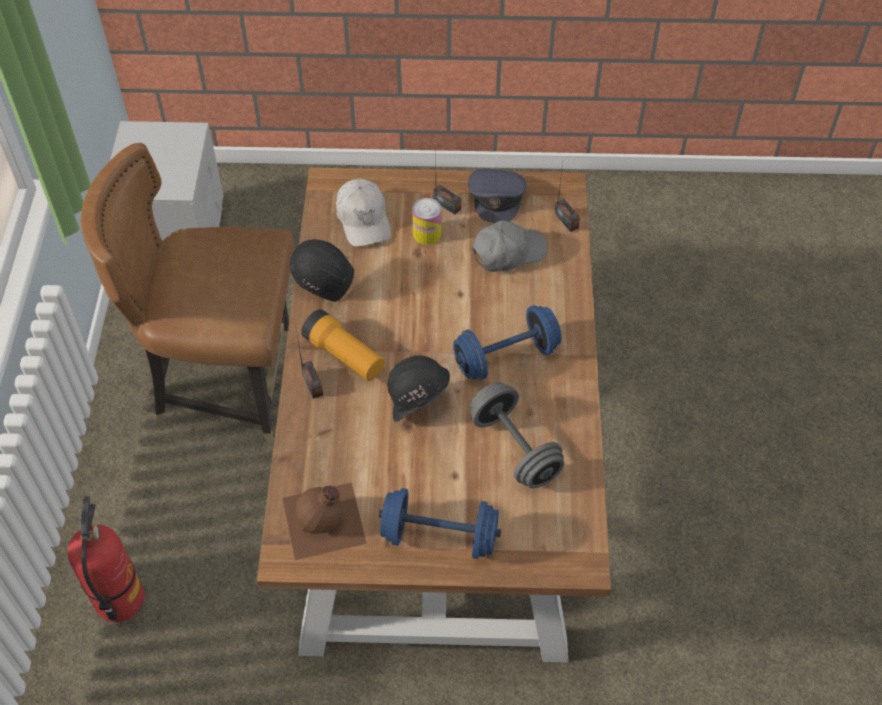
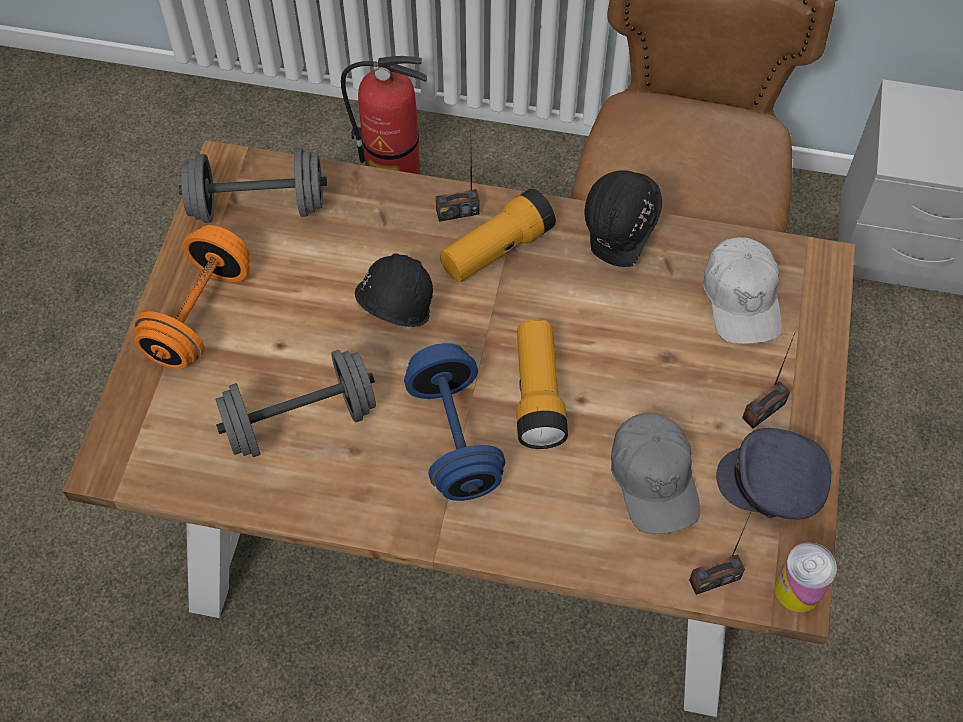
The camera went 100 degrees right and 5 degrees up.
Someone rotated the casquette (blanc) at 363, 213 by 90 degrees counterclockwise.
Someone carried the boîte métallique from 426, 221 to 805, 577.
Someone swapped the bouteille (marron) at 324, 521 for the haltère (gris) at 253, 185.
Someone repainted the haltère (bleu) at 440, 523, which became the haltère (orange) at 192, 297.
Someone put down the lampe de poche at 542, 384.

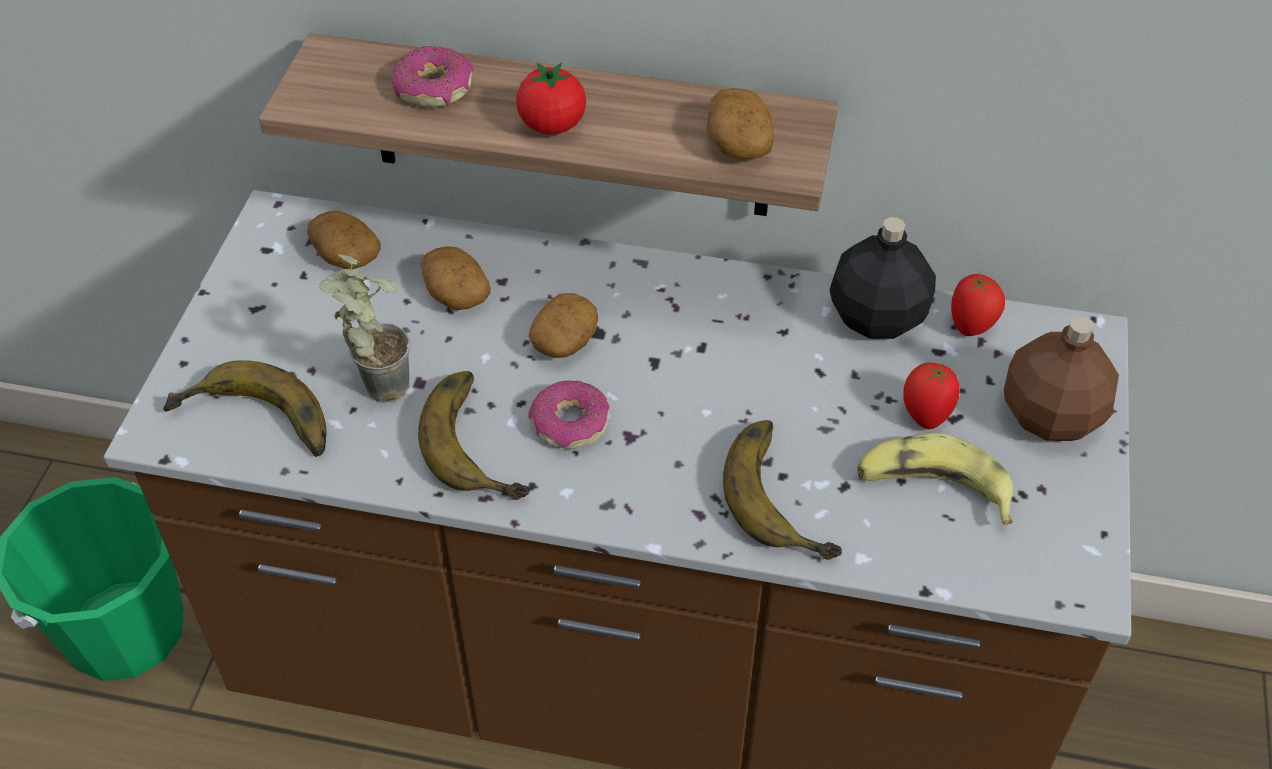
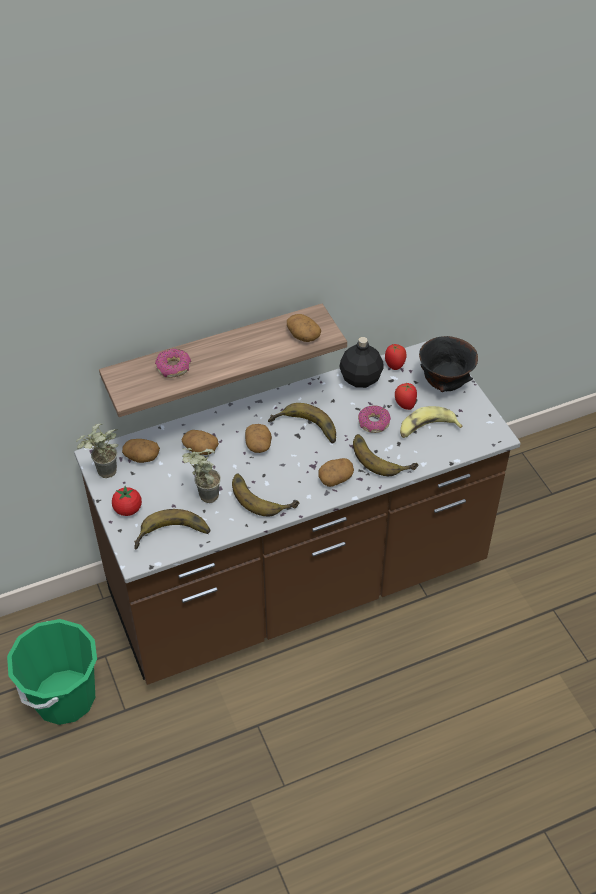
The camera went 35 degrees left and 0 degrees up.
Someone carried the tomate from 551, 98 to 127, 501.
Someone swapped the bouteille (marron) at 1061, 378 for the bol (noir) at 448, 364.
Someone carried the beignet from 568, 415 to 374, 419.
Someone put down the banane at 302, 423.
Someone put down the plante en pot at 97, 450.
Someone put down the pomme de terre at 336, 472.

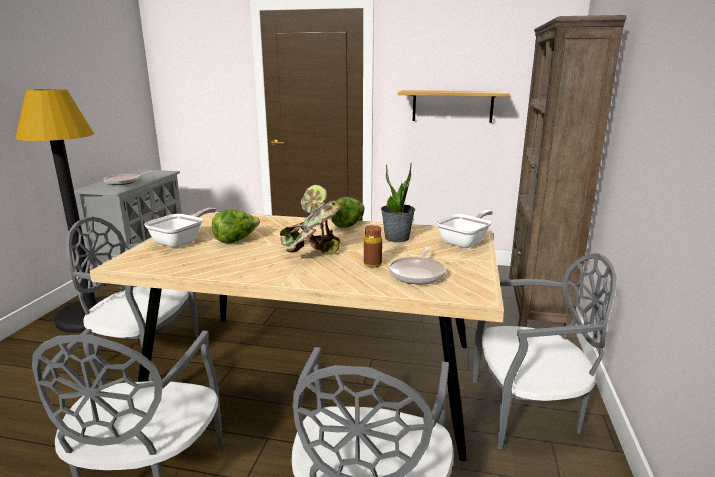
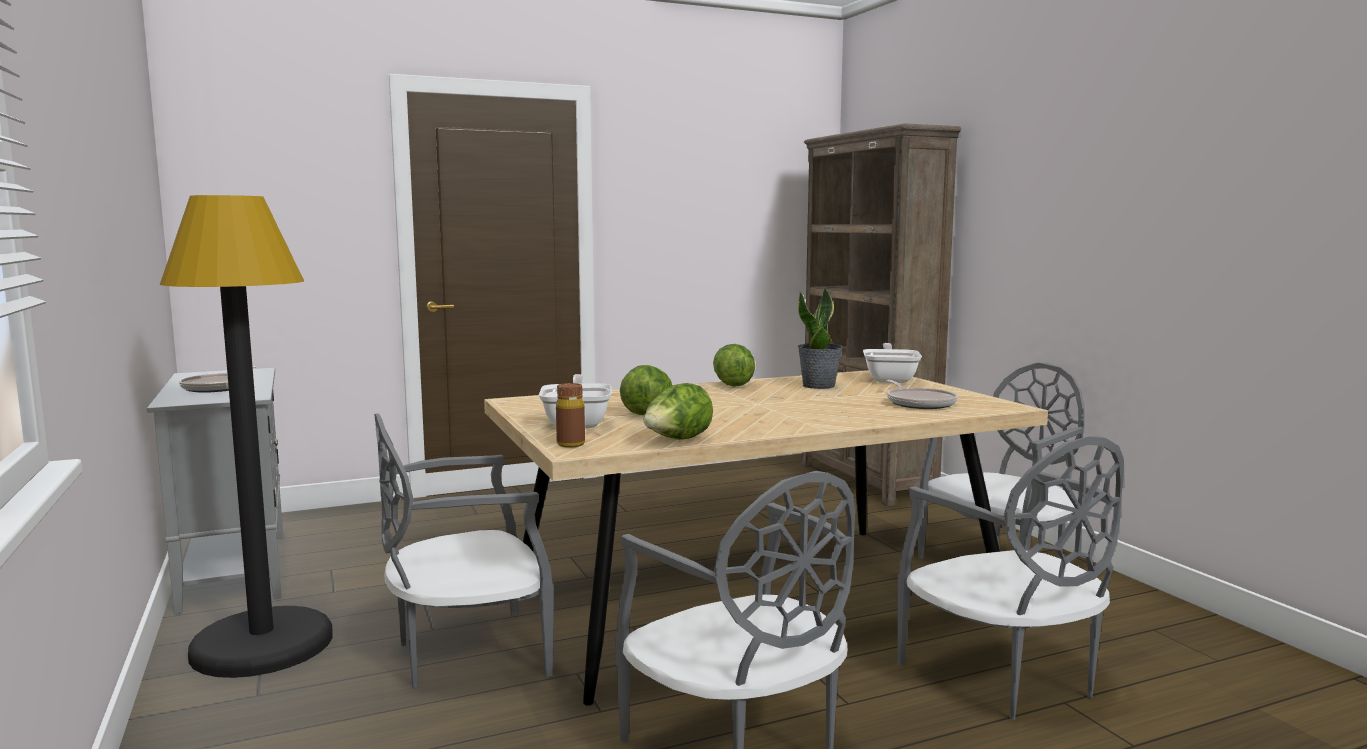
The camera went 35 degrees left and 10 degrees down.
Someone took away the étagère at 454, 106.
Someone took away the plante en pot at 310, 220.
Someone carried the bouteille (marron) from 373, 246 to 570, 415.
Someone put down the laitue at 678, 411.

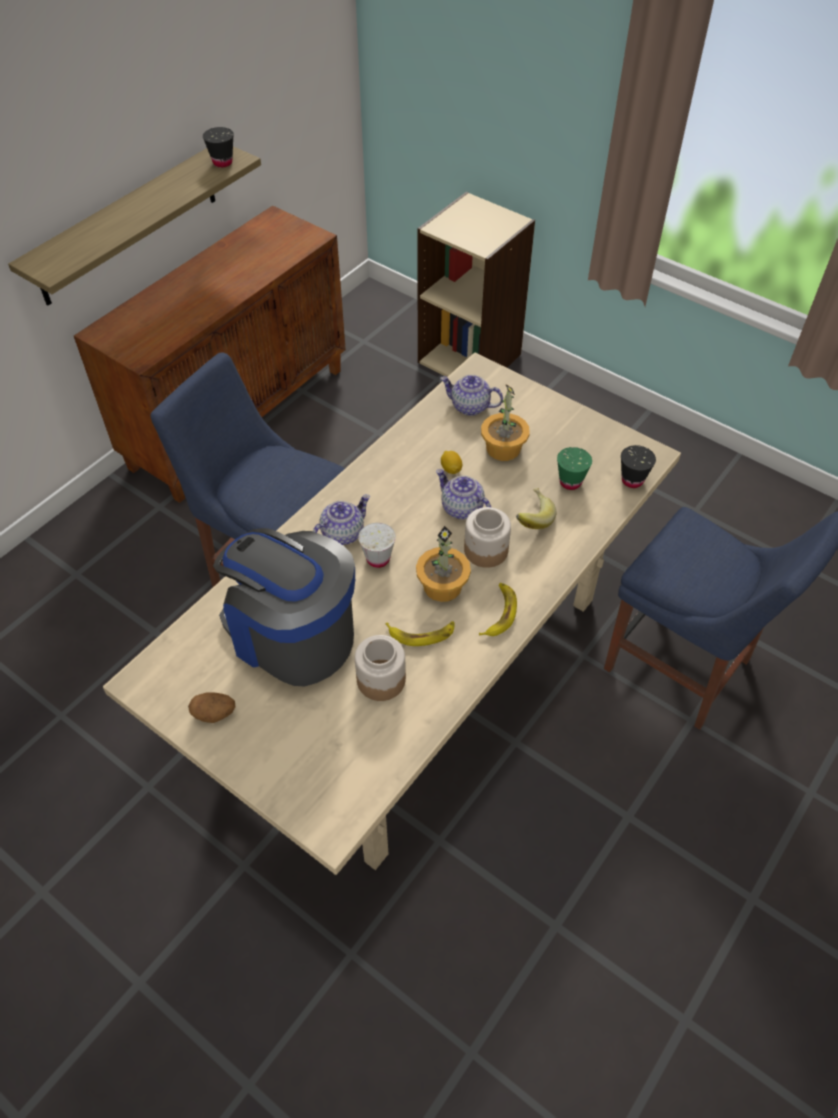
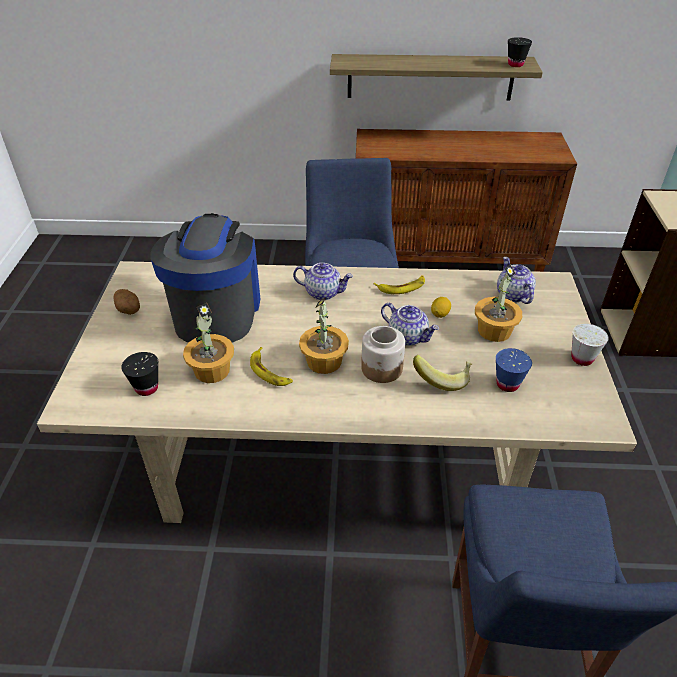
The camera went 55 degrees right and 10 degrees down.
Someone carried the tasse (noir) from 638, 466 to 139, 374.
Someone repainted the tasse (vert) at 574, 468, which became the tasse (bleu) at 514, 370.
Someone rotated the théière at 463, 494 by 120 degrees clockwise.
Someone carried the tasse (blanc) from 377, 545 to 590, 345.
Someone carried the banane from 498, 609 to 399, 284.
Someone swapped the bocal at 380, 668 for the plante en pot at 208, 343.

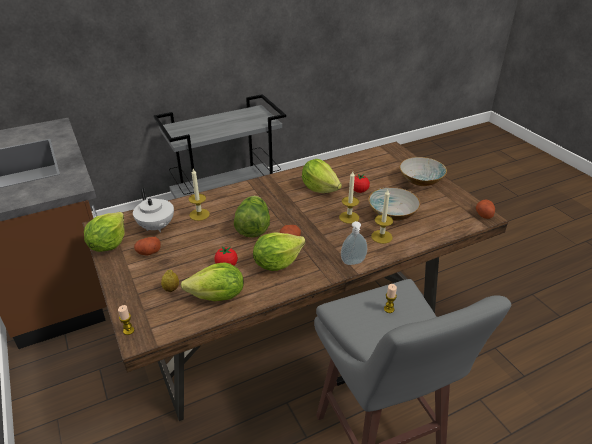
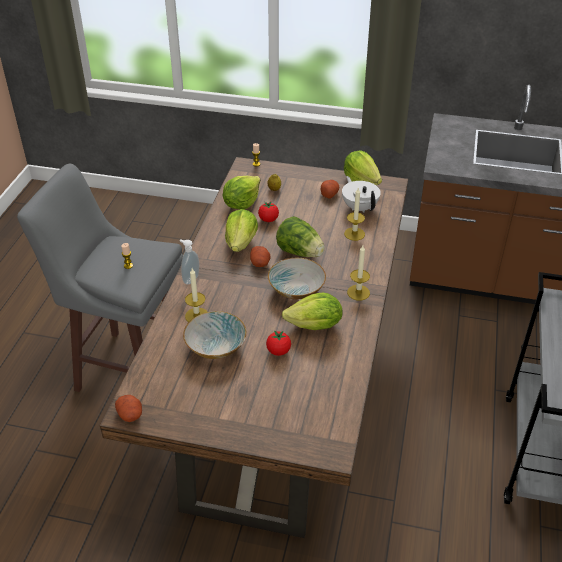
The camera went 130 degrees right and 5 degrees up.
Someone carried the bol from 423, 171 to 297, 278.
Someone carried the bougie from 349, 197 to 358, 272.
Someone rotated the théière (blanc) at 153, 210 by 60 degrees clockwise.

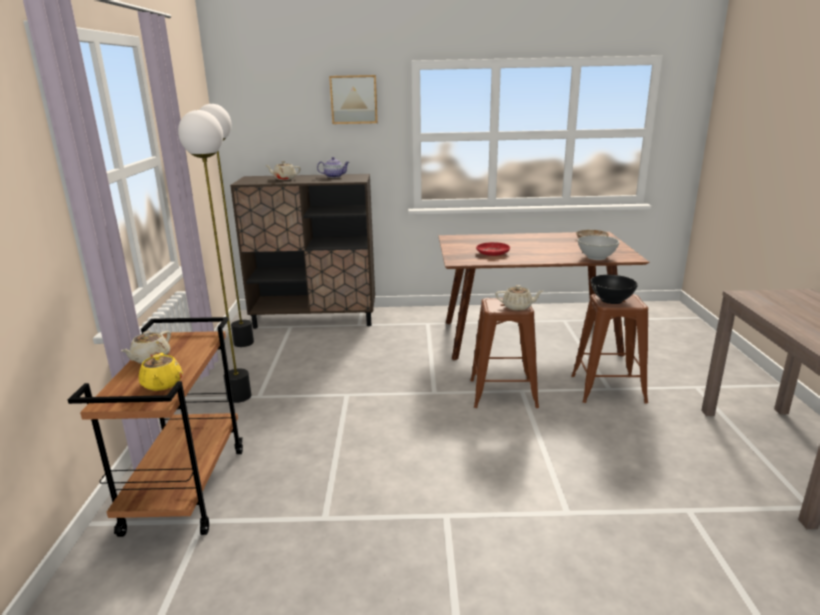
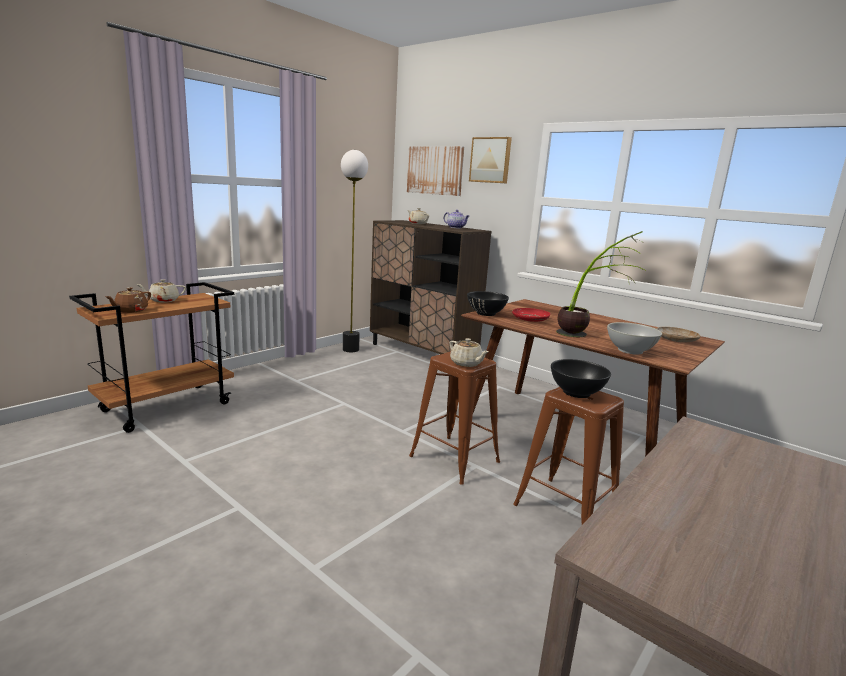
The camera went 40 degrees right and 5 degrees down.
Someone took away the lampadaire at 214, 256.
Someone repainted the théière (jaune) at 161, 372, which became the théière (marron) at 128, 300.
Someone put up the tableau at 435, 171.
Someone put down the plante en pot at 601, 284.
Someone put down the bol (noir) at 488, 303.

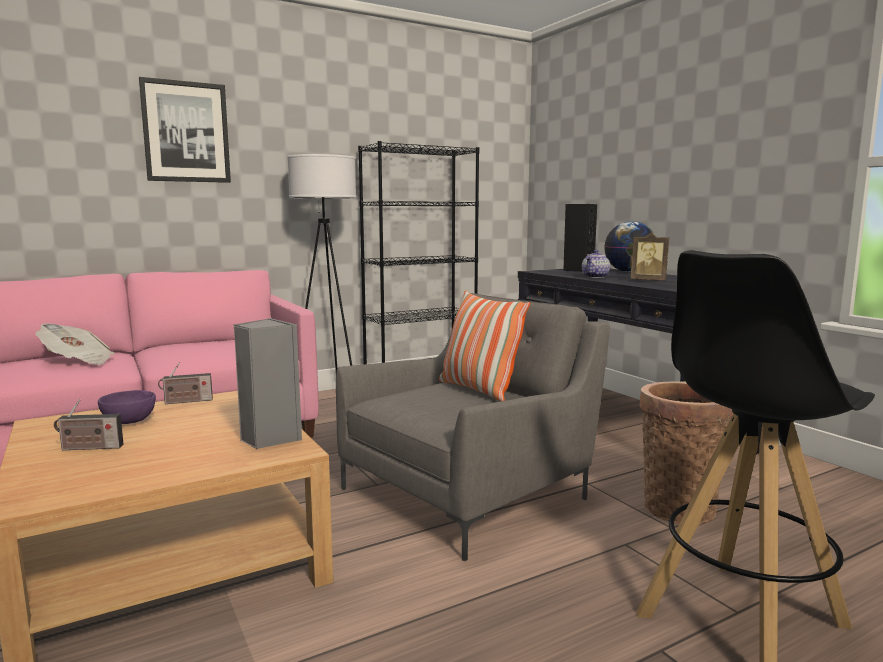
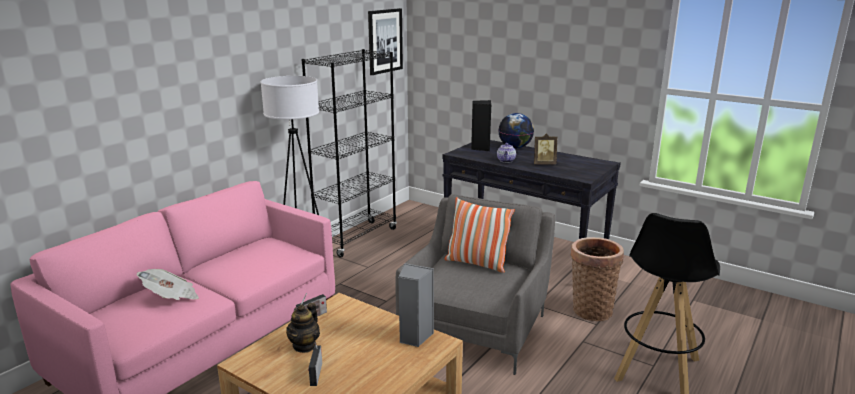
The camera went 25 degrees left and 10 degrees up.
Someone carried the tableau from 185, 130 to 385, 41.
Someone swapped the bol (violet) at 127, 407 for the théière at 303, 328.
Someone rotated the radio at 89, 424 by 120 degrees clockwise.

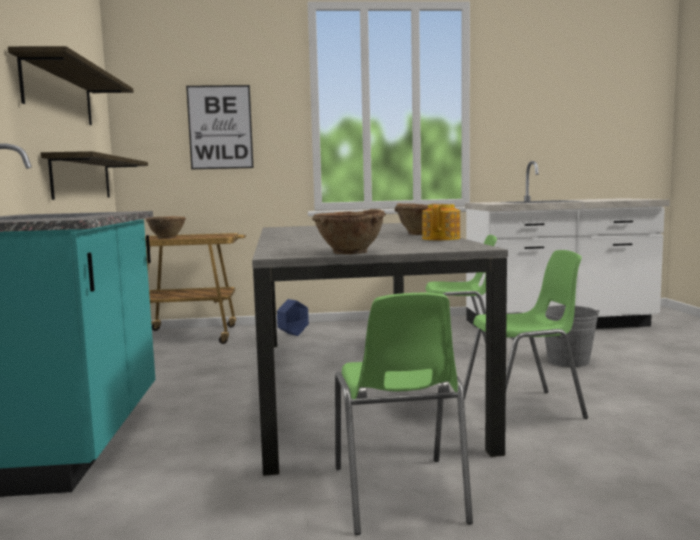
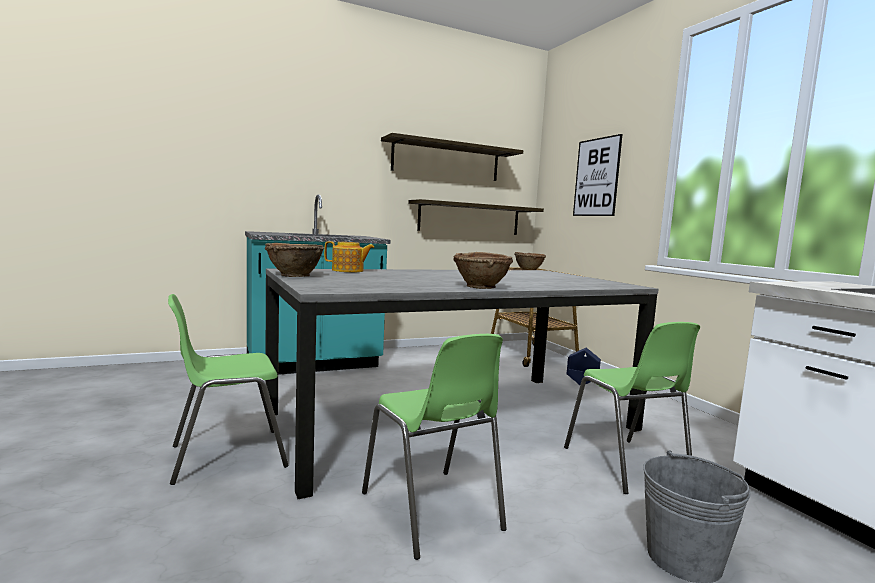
The camera went 70 degrees right and 0 degrees up.
Someone carried the théière from 441, 222 to 349, 256.

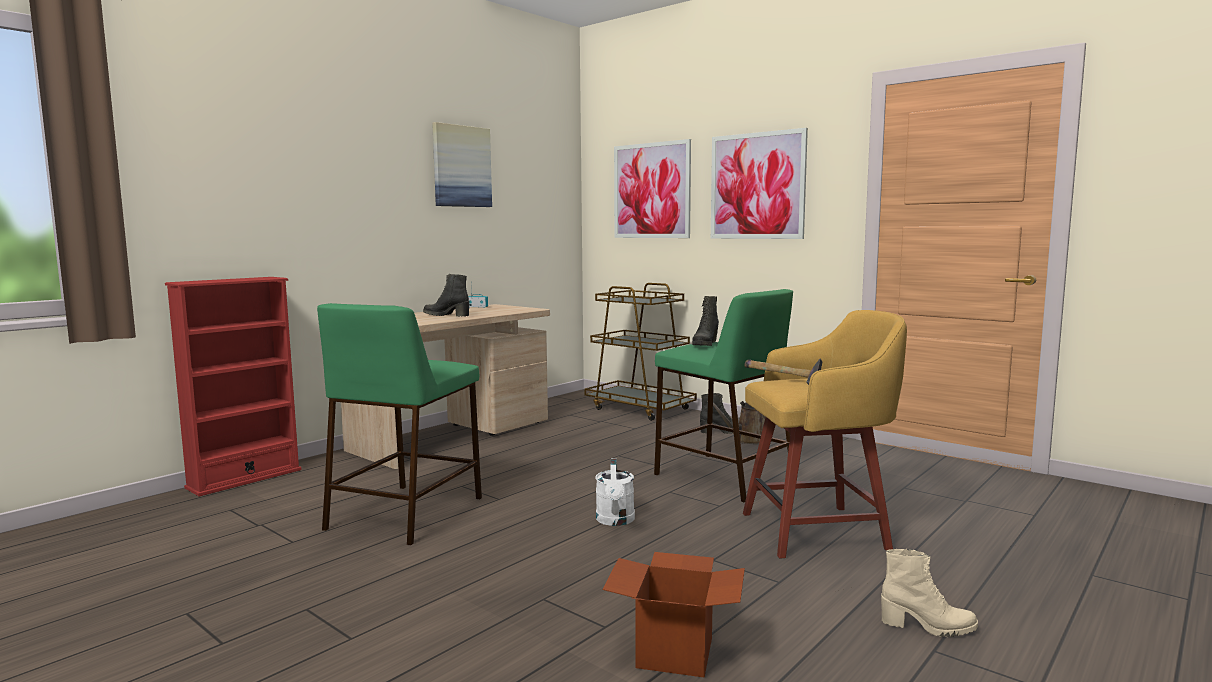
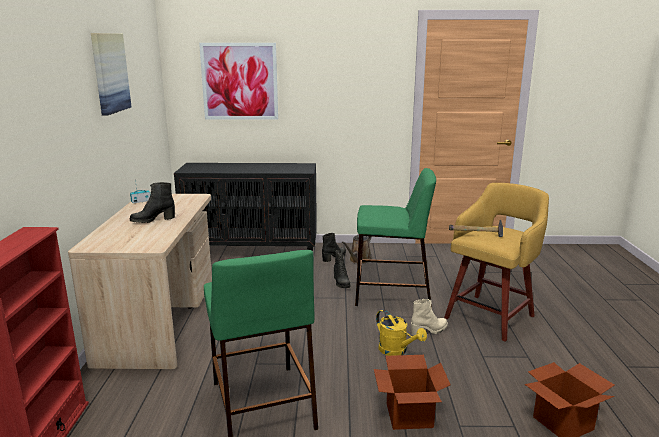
The camera went 40 degrees left and 10 degrees up.
Someone took away the tableau at 759, 183.
Someone swapped the chariot (marron) at 640, 352 for the meuble de rangement (noir) at 245, 207.
Someone carried the botte (noir) from 705, 321 to 342, 269.
Someone repainted the arrosoir (blanc) at 615, 492, which became the arrosoir (jaune) at 401, 332.
Someone carried the botte (beige) from 929, 593 to 429, 317.
Someone put down the carton at 412, 392.

